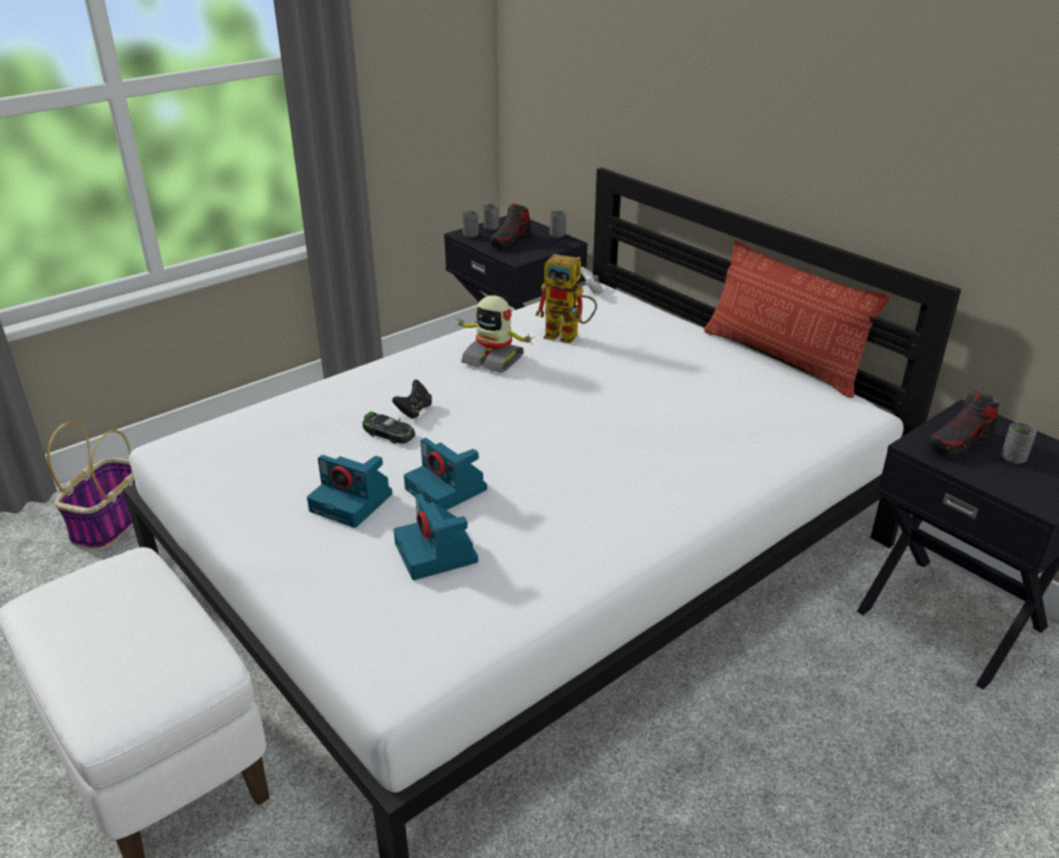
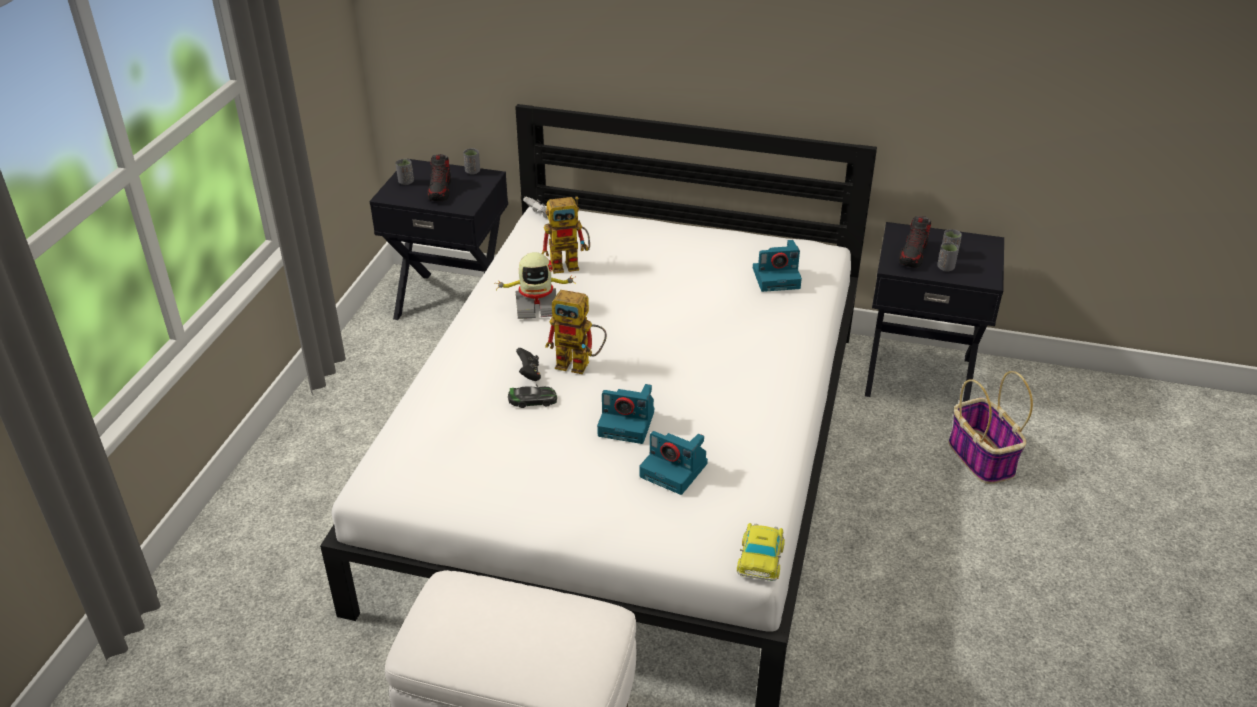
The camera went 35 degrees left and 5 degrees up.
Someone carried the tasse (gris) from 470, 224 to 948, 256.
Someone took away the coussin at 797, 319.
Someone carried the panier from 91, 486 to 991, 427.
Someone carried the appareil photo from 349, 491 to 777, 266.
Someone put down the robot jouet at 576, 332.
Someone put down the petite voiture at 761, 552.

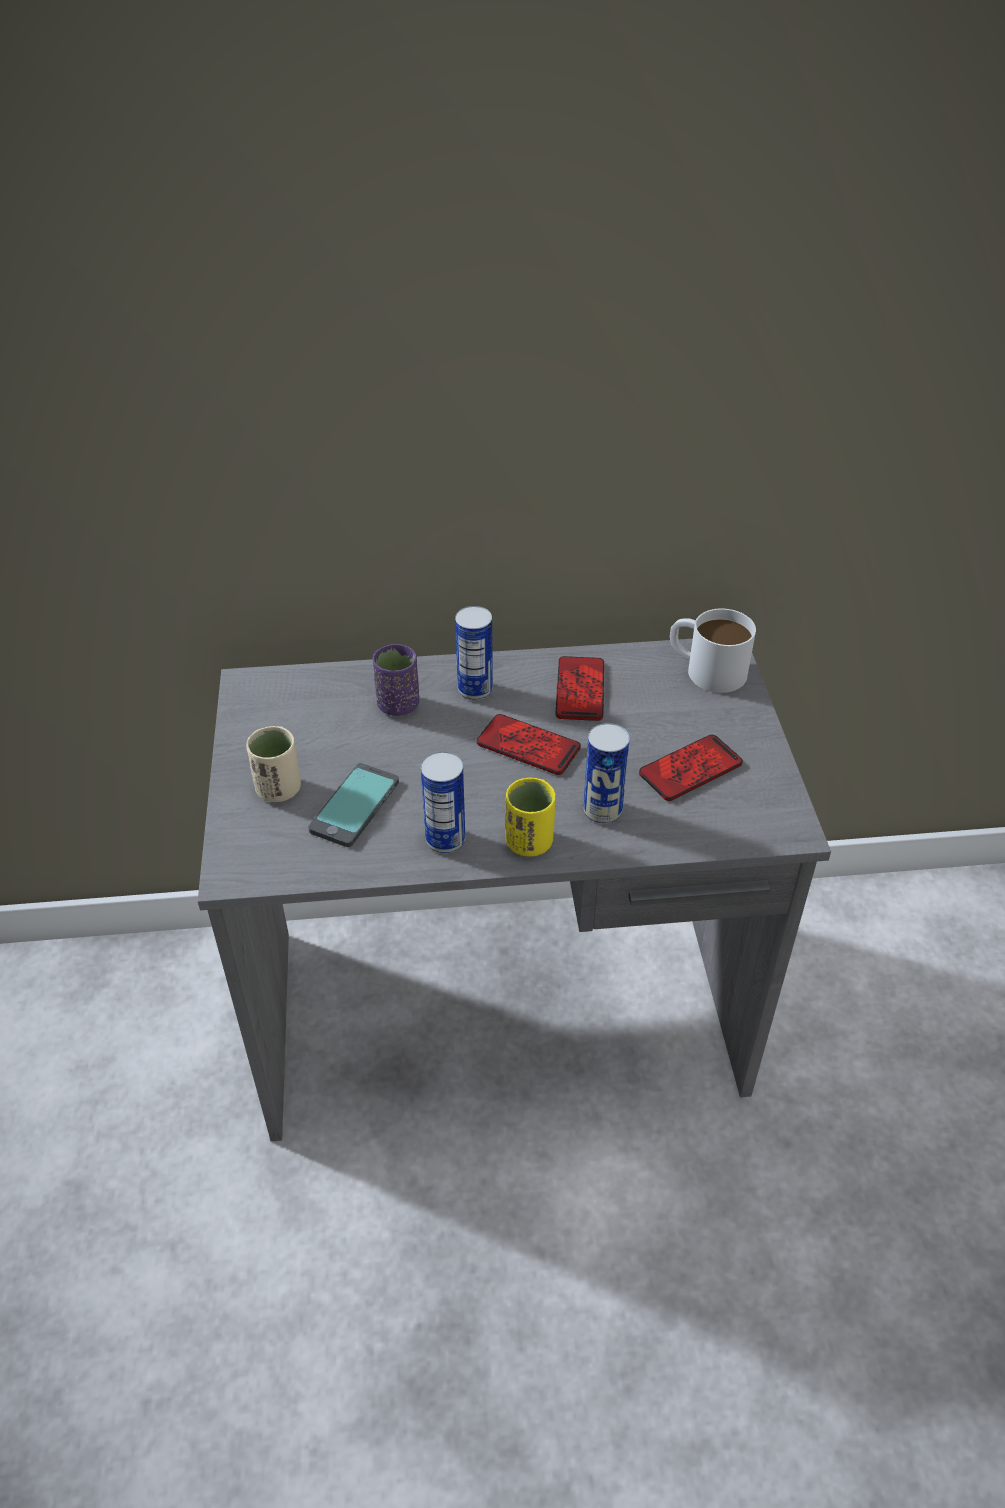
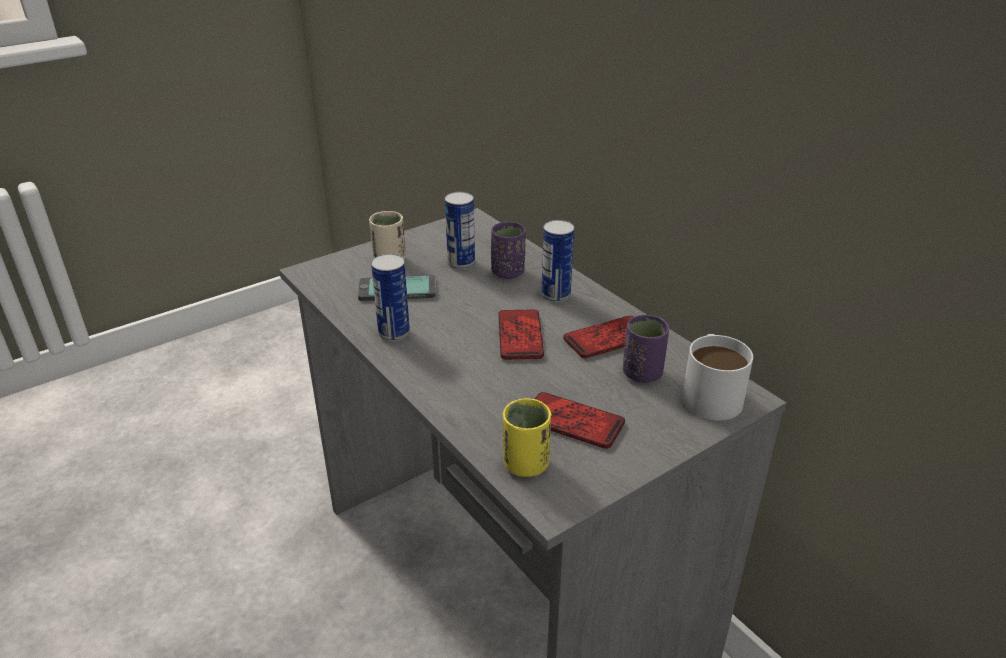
The camera went 60 degrees right and 10 degrees down.
Someone carried the boîte métallique from 606, 773 to 460, 231.
Someone carried the tasse (jaune) from 530, 817 to 527, 437.
Someone put down the tasse (violet) at 646, 349.

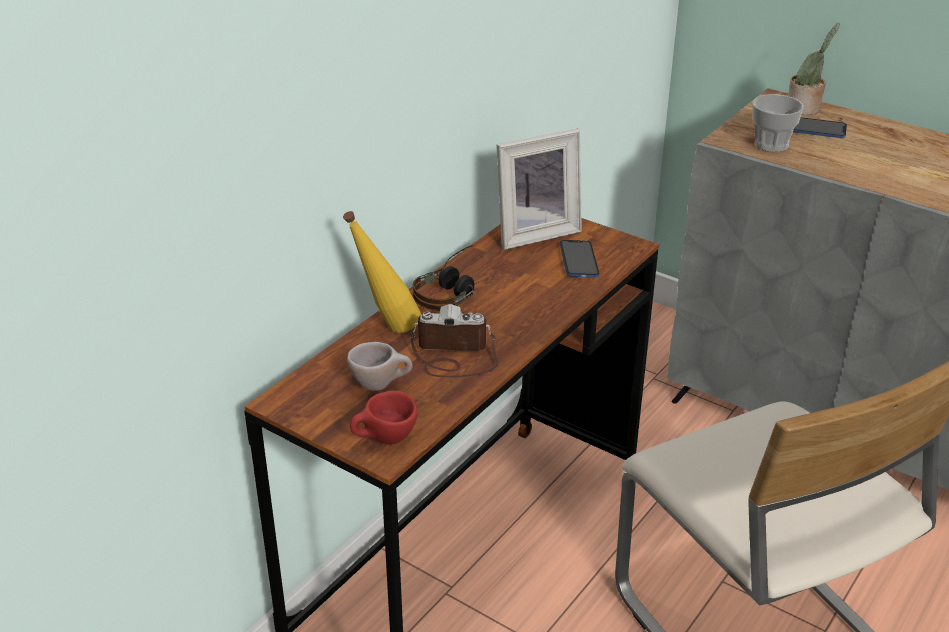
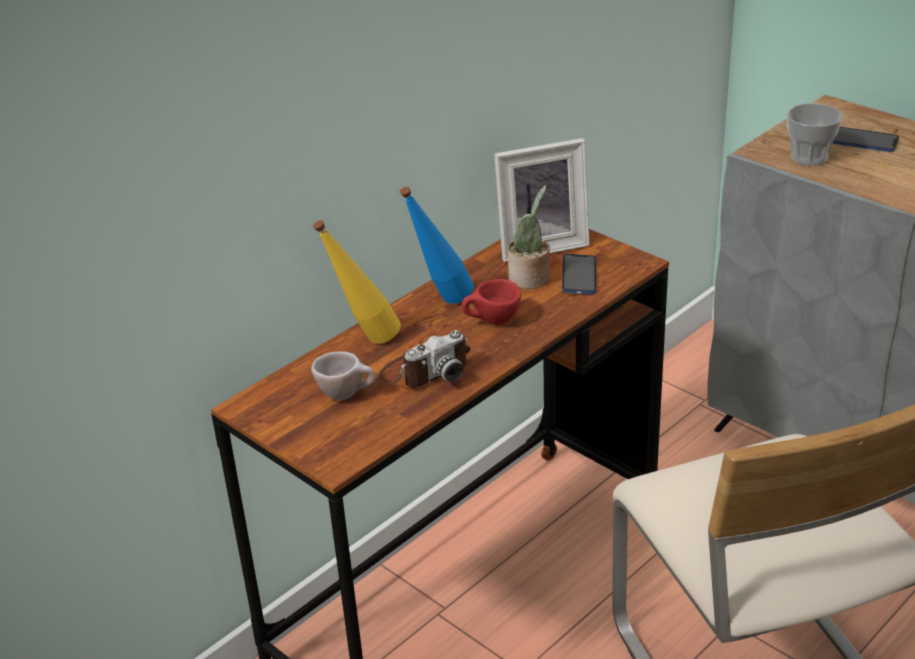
The camera went 10 degrees right and 0 degrees up.
Someone carried the plante en pot from 814, 69 to 529, 237.
Someone swapped the casque audio at 444, 278 for the bouteille (bleu) at 437, 245.
Someone rotated the appareil photo at 455, 341 by 135 degrees clockwise.
Someone carried the tasse (rouge) from 384, 417 to 491, 302.

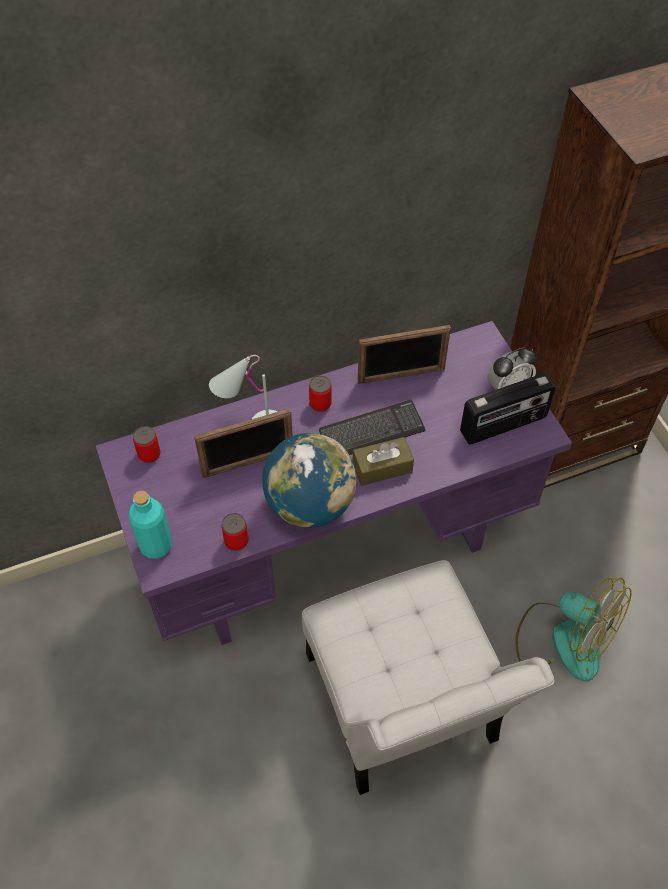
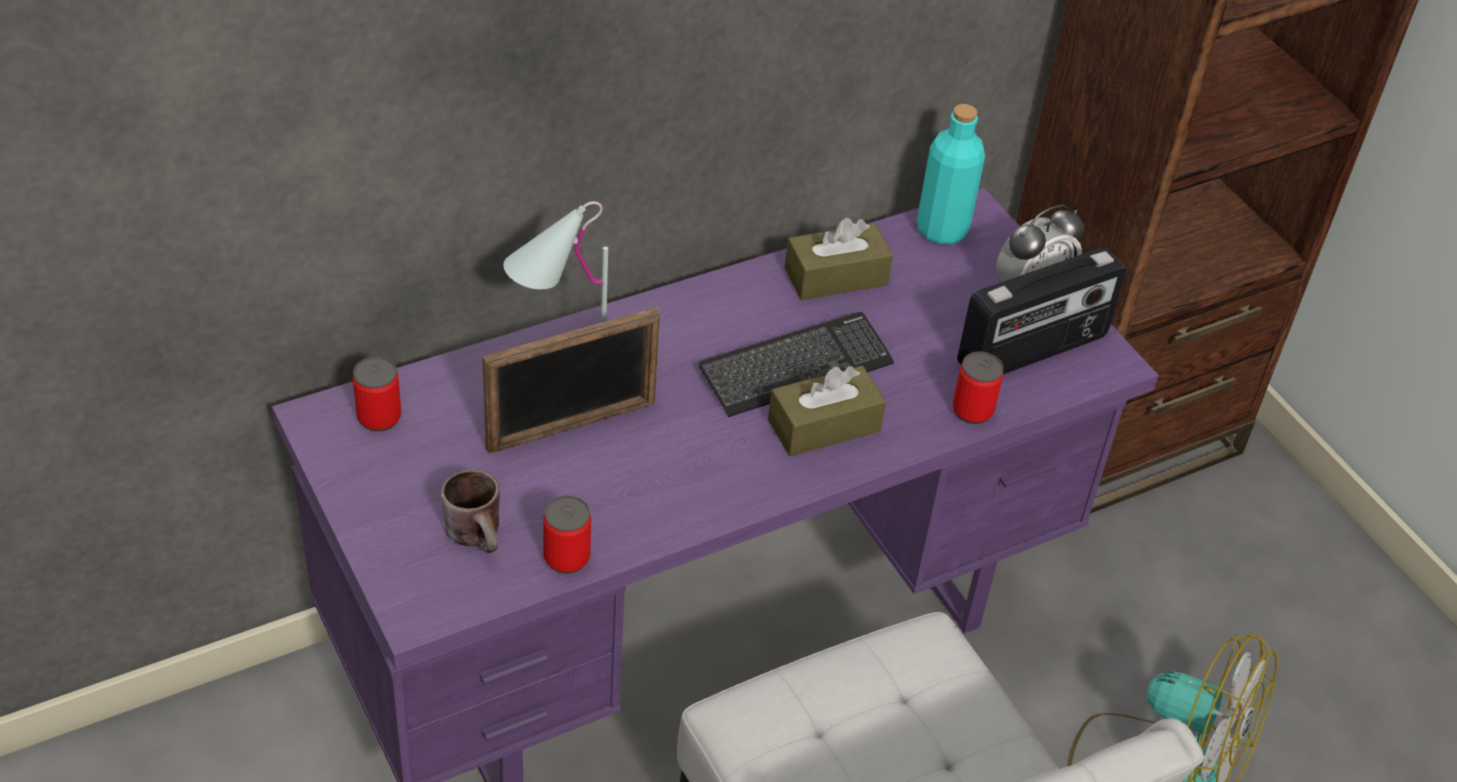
The camera went 10 degrees left and 10 degrees down.
Someone swapped the cadre photo at 404, 354 for the boîte à mouchoirs (marron) at 839, 259.
Someone carried the boîte métallique from 320, 393 to 977, 387.
Someone took away the globe at 309, 480.
Someone carried the bouteille (turquoise) from 150, 525 to 951, 174.
Someone put down the mug (marron) at 470, 511.

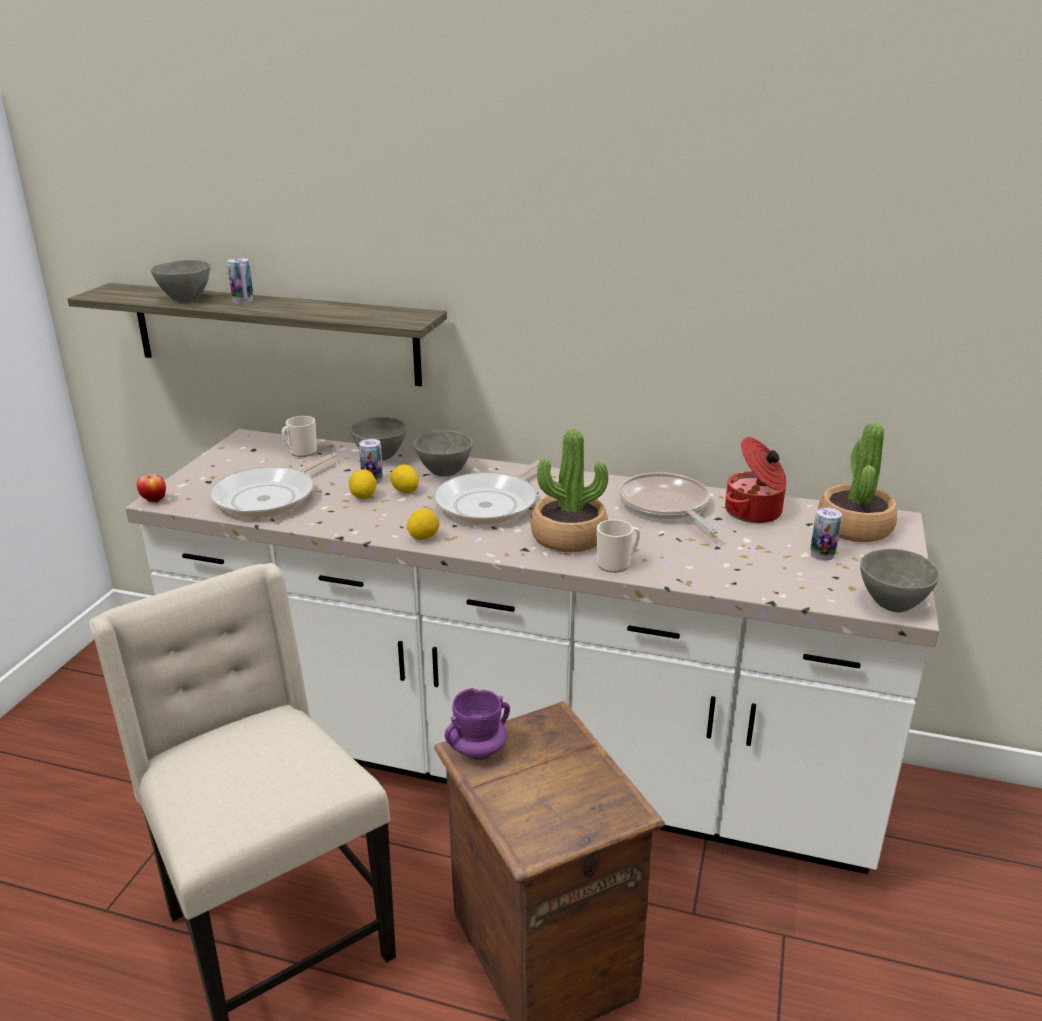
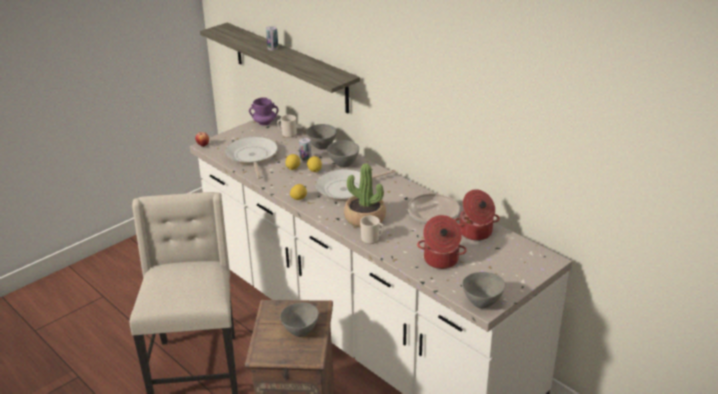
The camera went 30 degrees right and 5 degrees up.
Someone carried the bol (gris) from 180, 281 to 299, 320.
Someone took away the plante en pot at 858, 482.
Someone rotated the poêle at 273, 485 by 105 degrees clockwise.
Someone took away the boîte métallique at 826, 534.
Someone carried the mug (violet) from 477, 724 to 264, 111.
Someone put down the marmite at 442, 242.

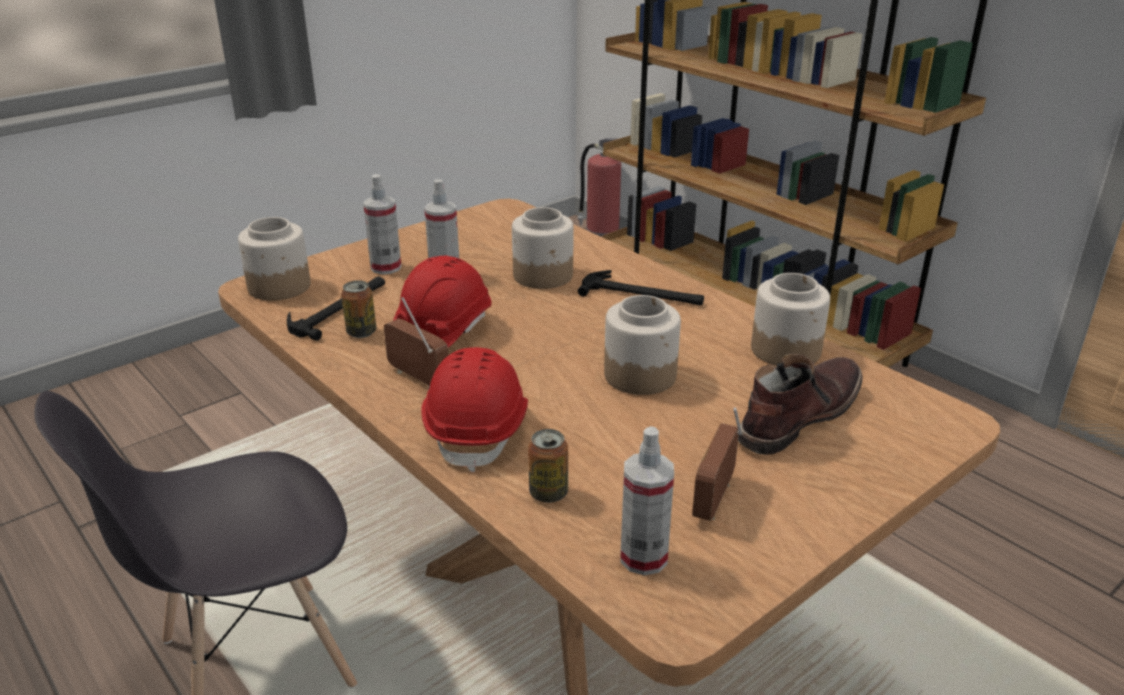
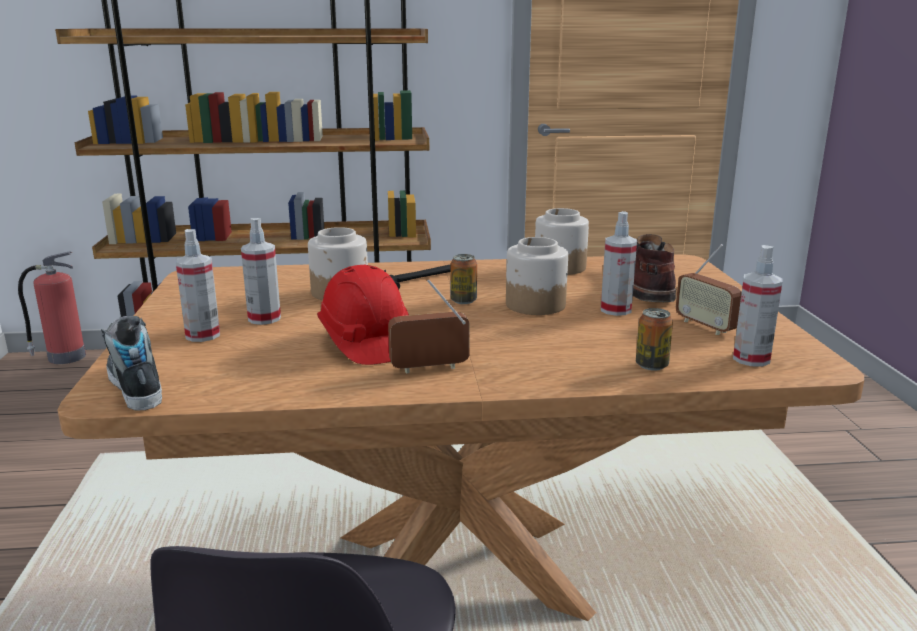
The camera went 55 degrees left and 10 degrees down.
Someone swapped the bocal at 274, 259 for the chaussure at 131, 363.
Someone took away the marteau at 336, 308.
Someone carried the boîte métallique from 359, 309 to 463, 279.
Someone took away the casque de chantier (rouge) at 474, 409.
Someone put down the vaporisateur at 619, 263.

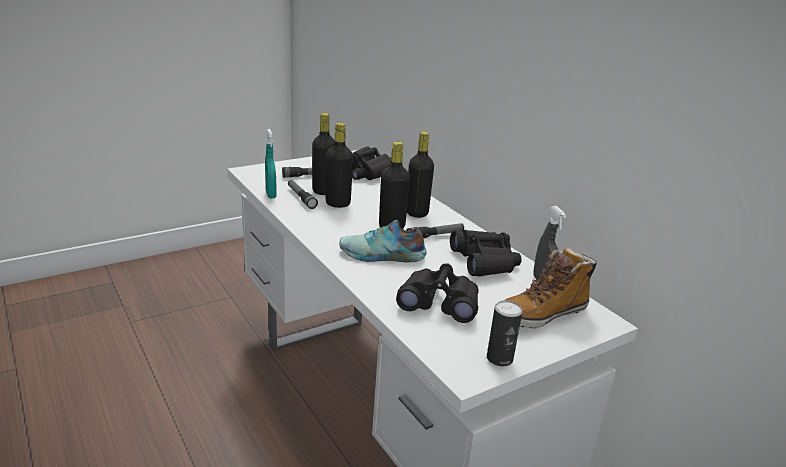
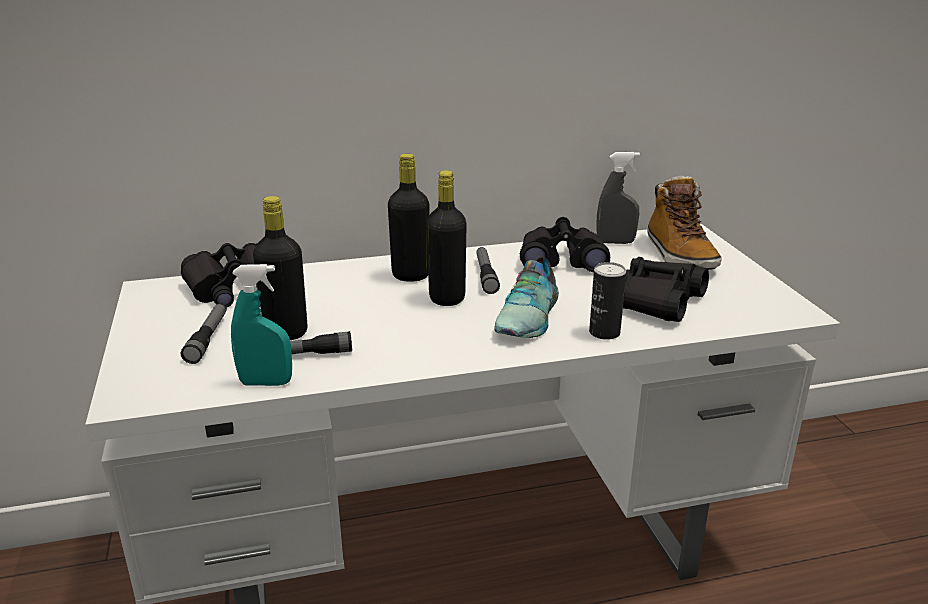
The camera went 70 degrees left and 0 degrees up.
Someone took away the bouteille (noir) at 339, 165.
Someone carried the boîte métallique from 505, 333 to 607, 301.

